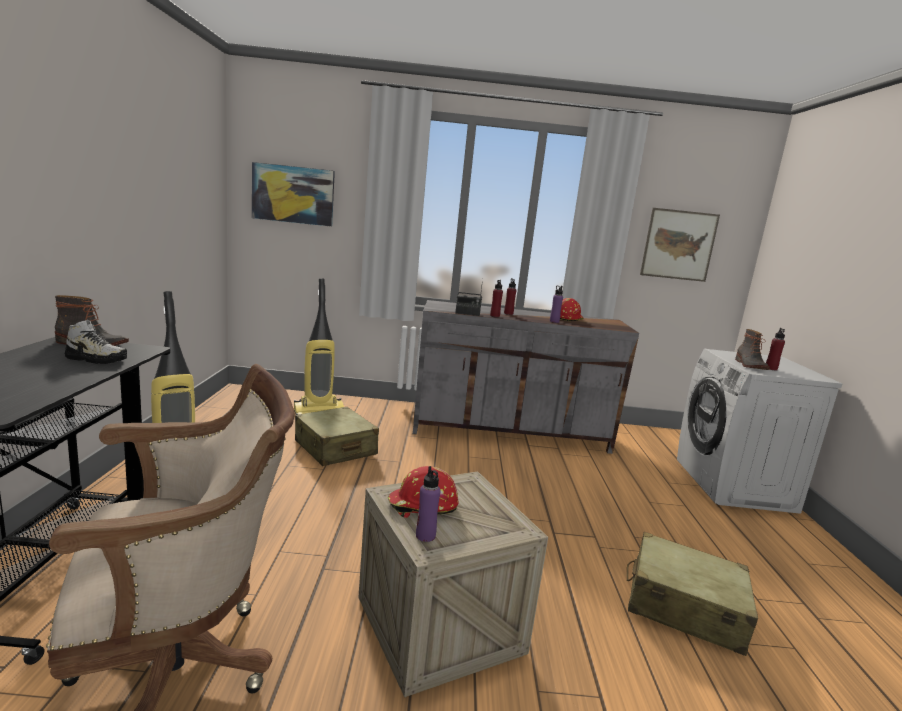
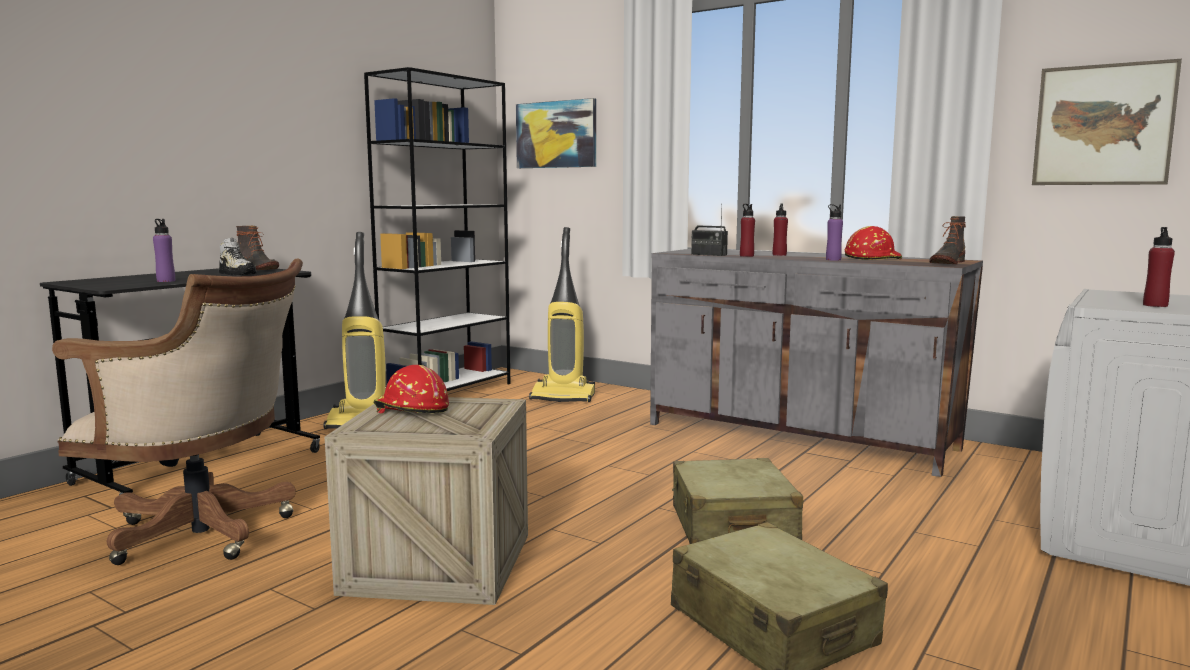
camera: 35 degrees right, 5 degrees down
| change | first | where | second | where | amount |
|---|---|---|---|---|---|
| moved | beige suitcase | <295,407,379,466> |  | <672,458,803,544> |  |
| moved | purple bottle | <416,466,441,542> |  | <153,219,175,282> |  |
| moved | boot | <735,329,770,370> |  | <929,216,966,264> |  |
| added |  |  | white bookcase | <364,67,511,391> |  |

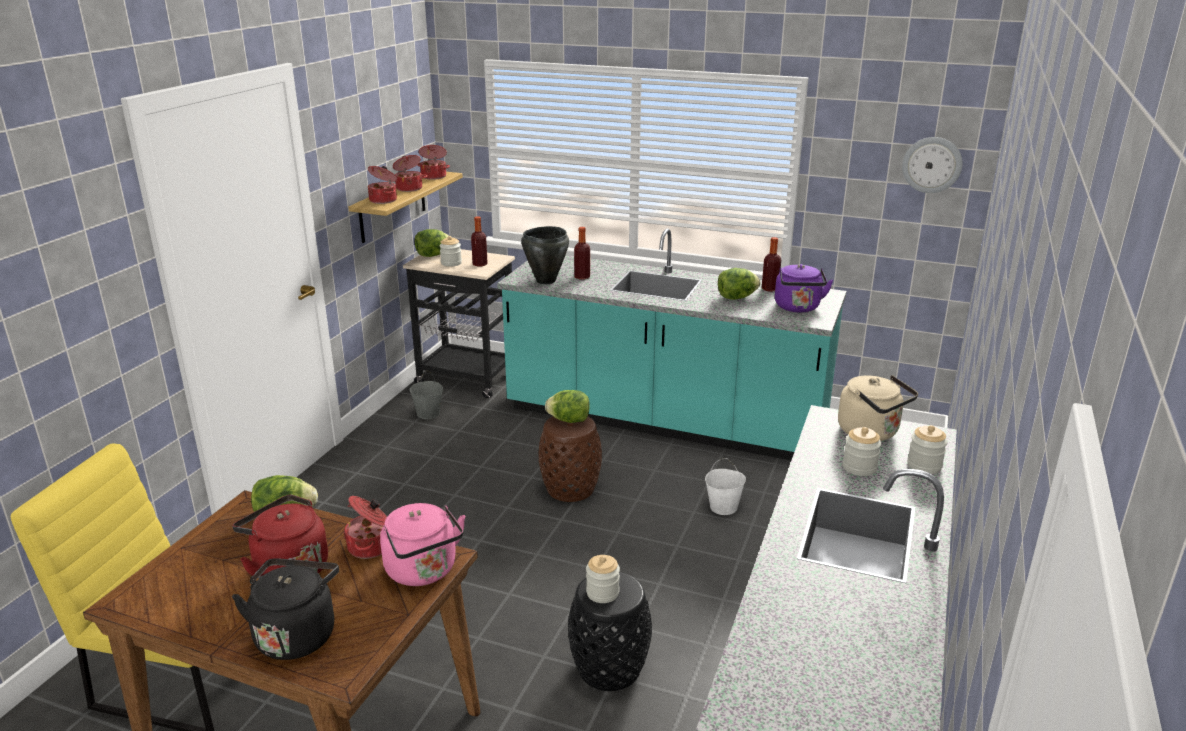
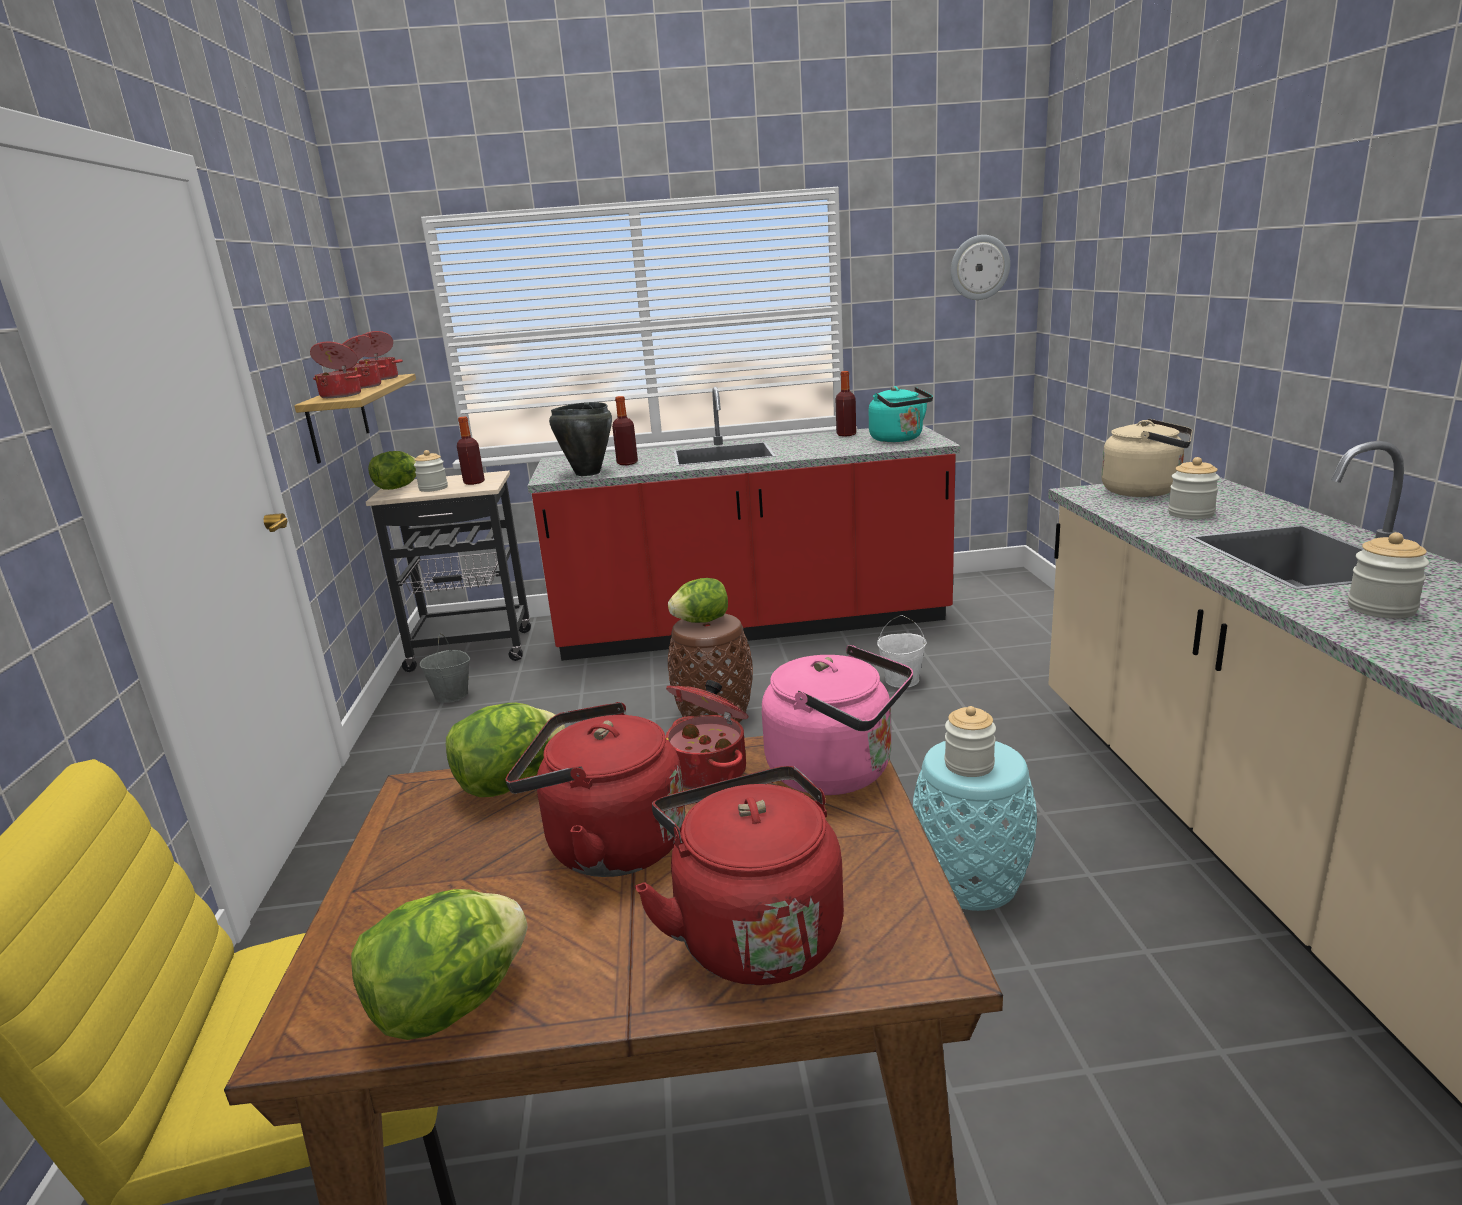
camera: 25 degrees left, 5 degrees down
| change | first | where | second | where | amount |
|---|---|---|---|---|---|
| recoloured | black kettle | <232,558,339,660> | red kettle | <635,766,844,985> |  |
| recoloured | turquoise counter | <497,228,847,460> | red counter | <528,386,960,661> |  |
| recoloured | black stool | <568,572,652,691> | turquoise stool | <913,741,1037,911> |  |
| moved | lettuce | <718,268,760,300> |  | <351,889,527,1040> |  |
| recoloured | purple kettle | <775,264,833,313> | turquoise kettle | <869,386,933,442> |  |
| moved | jar | <907,425,947,474> |  | <1348,532,1429,619> |  |

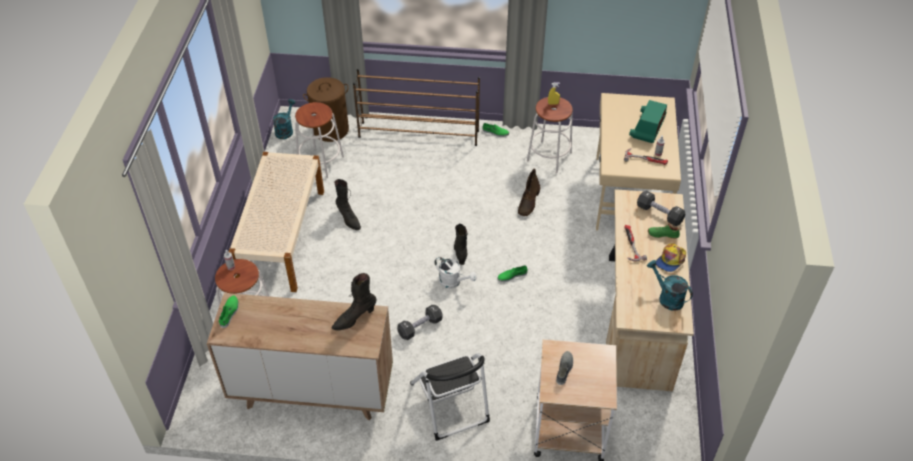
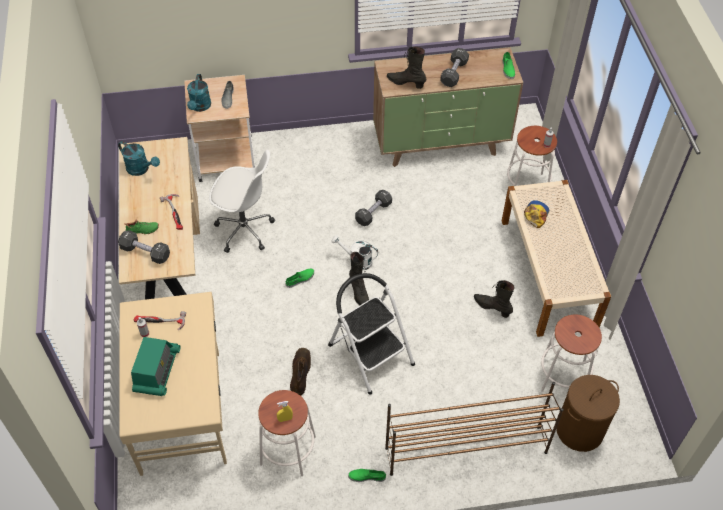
camera: 165 degrees right, 5 degrees up
| change | first | where | second | where | amount |
|---|---|---|---|---|---|
| moved | turquoise watering can | <273,99,296,139> |  | <187,74,211,112> |  |
| turned | black boot | <332,273,377,330> |  | <387,46,426,89> | 105 degrees counterclockwise |
| moved | step ladder | <410,353,490,441> |  | <328,273,415,394> |  |
| moved | cap | <656,244,686,272> |  | <524,200,549,228> |  |
| added |  |  | white office chair | <209,150,275,253> |  |
| added |  |  | black dumbbell | <440,48,469,87> |  |

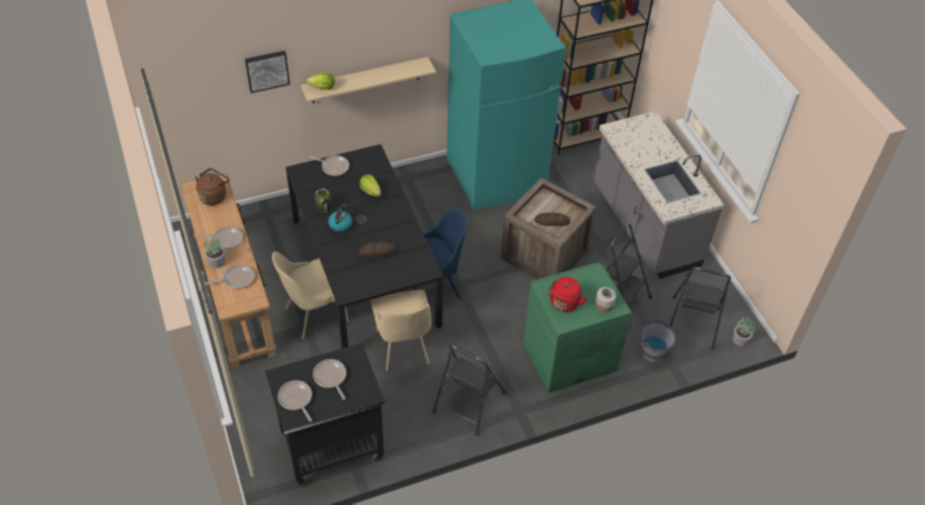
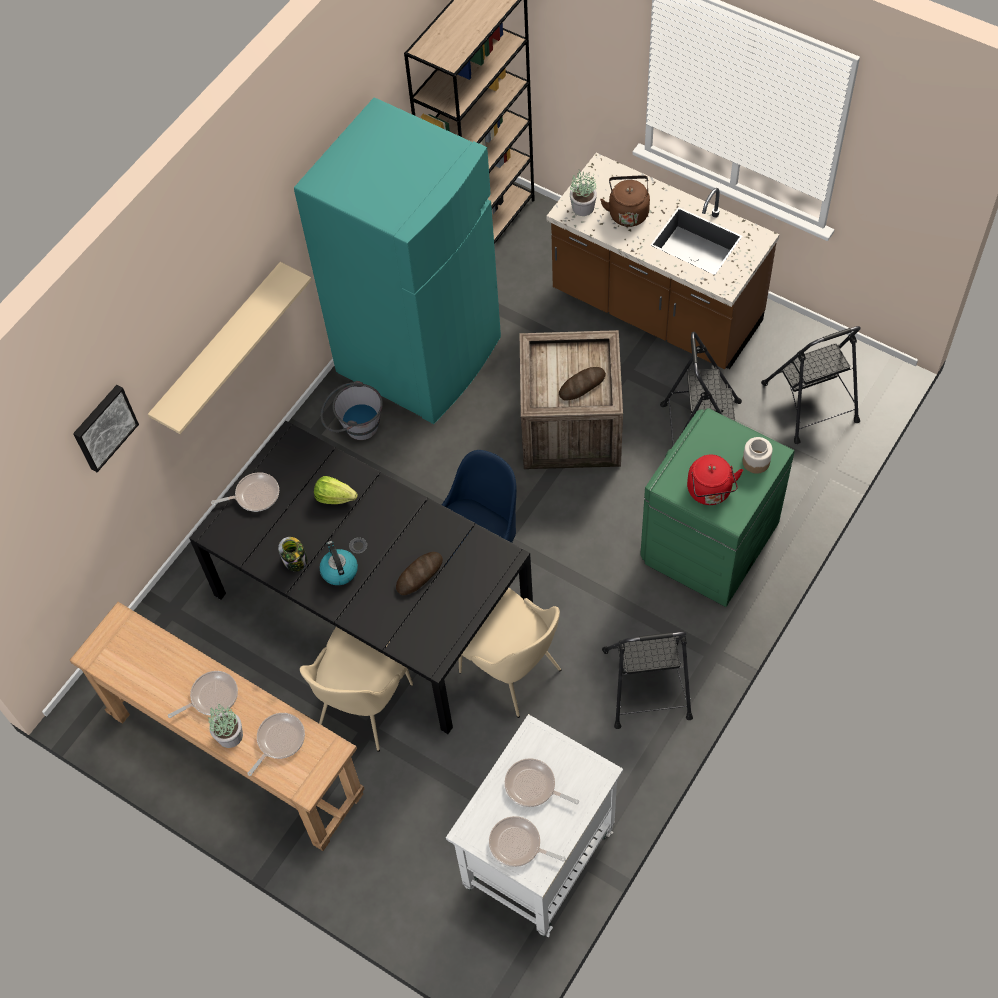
camera: 30 degrees left, 10 degrees up
| change | first | where | second | where | amount |
|---|---|---|---|---|---|
| moved | brown kettle | <195,168,230,205> |  | <600,175,650,227> |  |
| recoloured | black cart | <265,343,385,487> | white cart | <446,714,623,937> |  |
| removed | lettuce | <307,73,335,90> |  |  |  |
| recoloured | grey counter | <594,111,724,279> | brown counter | <546,153,779,369> |  |
| moved | grey bucket | <629,319,676,362> |  | <320,381,383,440> |  |
| moved | potted plant | <733,317,756,347> |  | <570,169,597,216> |  |

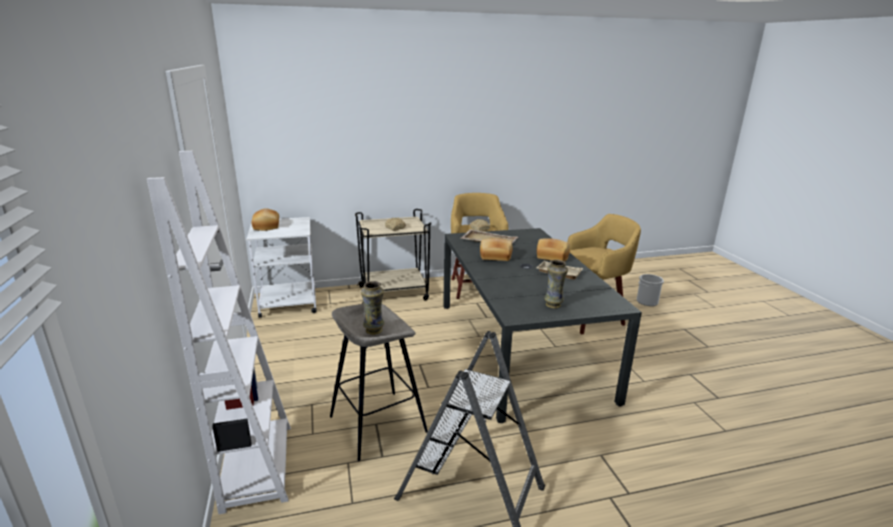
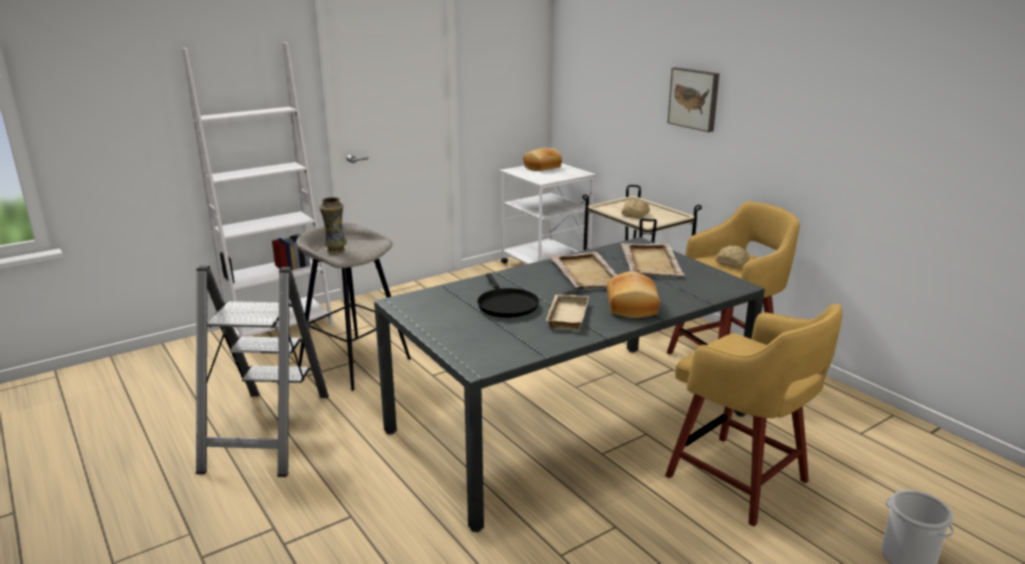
camera: 70 degrees right, 0 degrees up
| change | first | where | second | where | amount |
|---|---|---|---|---|---|
| replaced | bread | <480,238,512,261> | beige tray | <550,252,617,289> |  |
| removed | vase | <544,260,568,308> |  |  |  |
| added |  |  | black frying pan | <477,273,539,318> |  |
| added |  |  | picture | <667,67,719,132> |  |

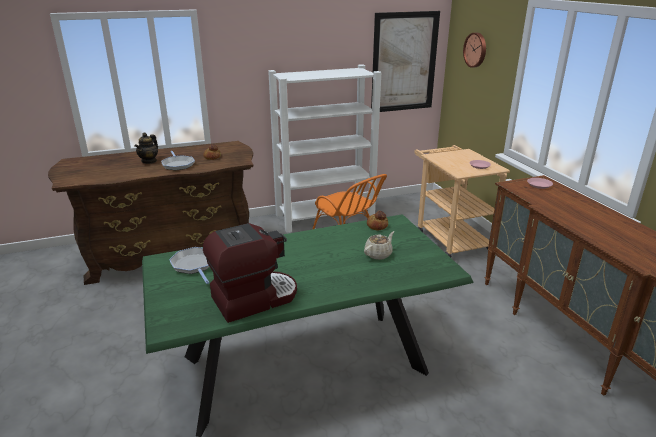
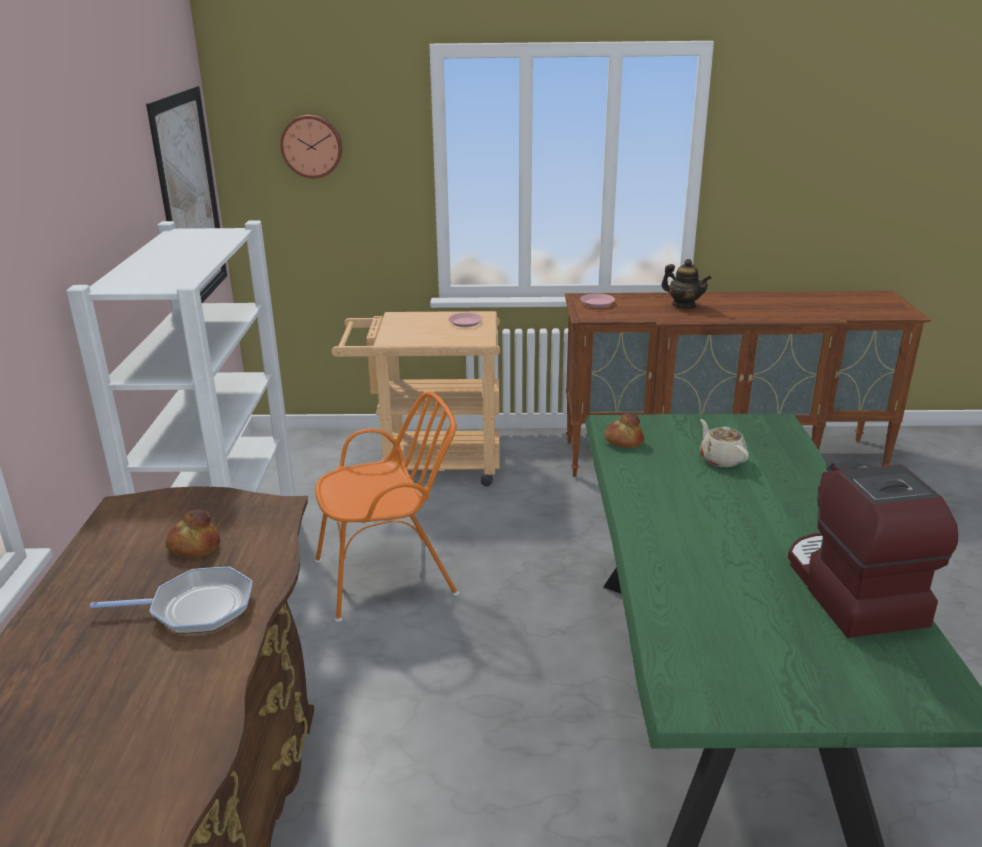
camera: 70 degrees left, 0 degrees up
| change | first | where | second | where | amount |
|---|---|---|---|---|---|
| moved | teapot | <134,132,158,164> |  | <661,259,711,309> |  |
| removed | frying pan | <169,247,210,284> |  |  |  |

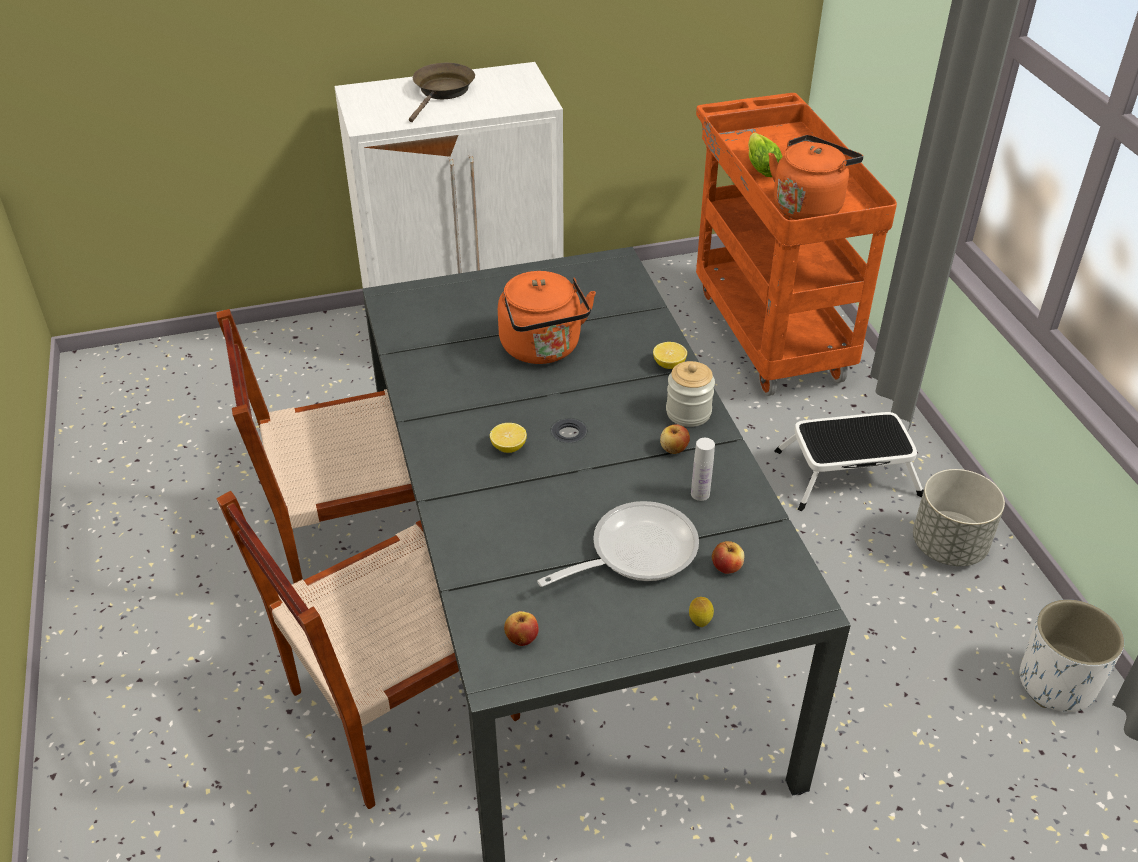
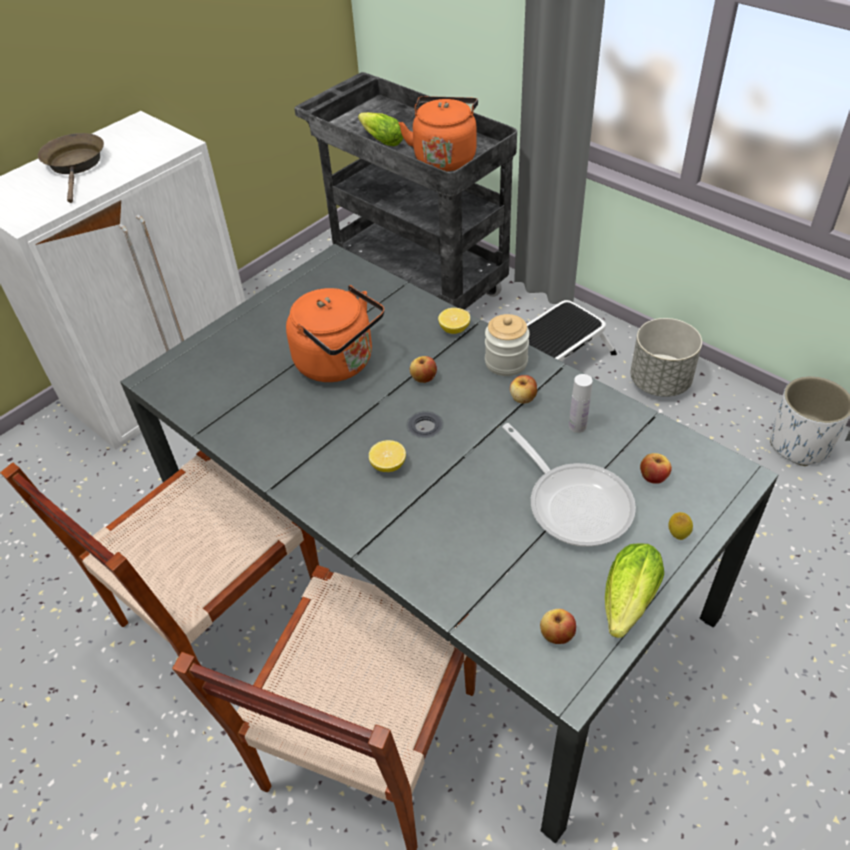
camera: 30 degrees left, 5 degrees up
| change | first | where | second | where | amount |
|---|---|---|---|---|---|
| turned | frying pan | <537,501,699,587> |  | <502,423,636,547> | 120 degrees clockwise |
| recoloured | orange cart | <696,93,897,396> | black cart | <294,72,517,310> |  |
| added |  |  | apple | <410,356,437,383> |  |
| added |  |  | lettuce | <605,544,664,638> |  |

